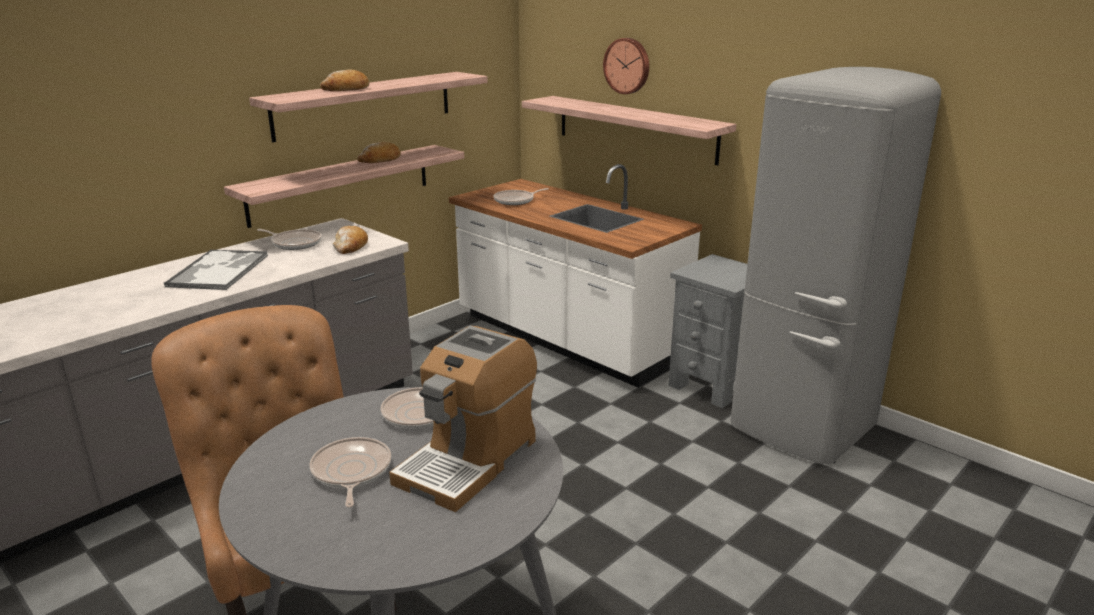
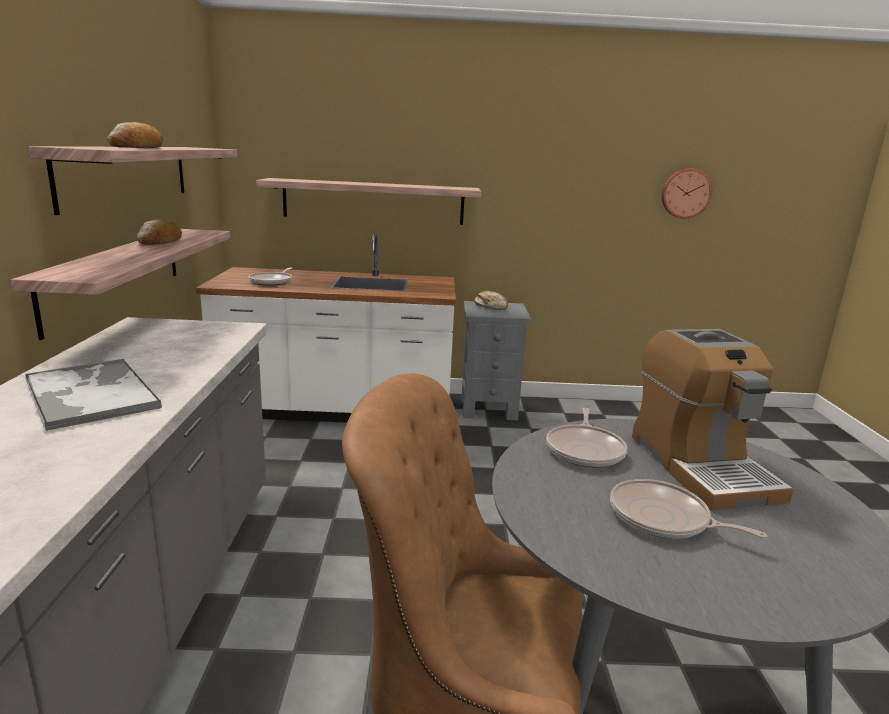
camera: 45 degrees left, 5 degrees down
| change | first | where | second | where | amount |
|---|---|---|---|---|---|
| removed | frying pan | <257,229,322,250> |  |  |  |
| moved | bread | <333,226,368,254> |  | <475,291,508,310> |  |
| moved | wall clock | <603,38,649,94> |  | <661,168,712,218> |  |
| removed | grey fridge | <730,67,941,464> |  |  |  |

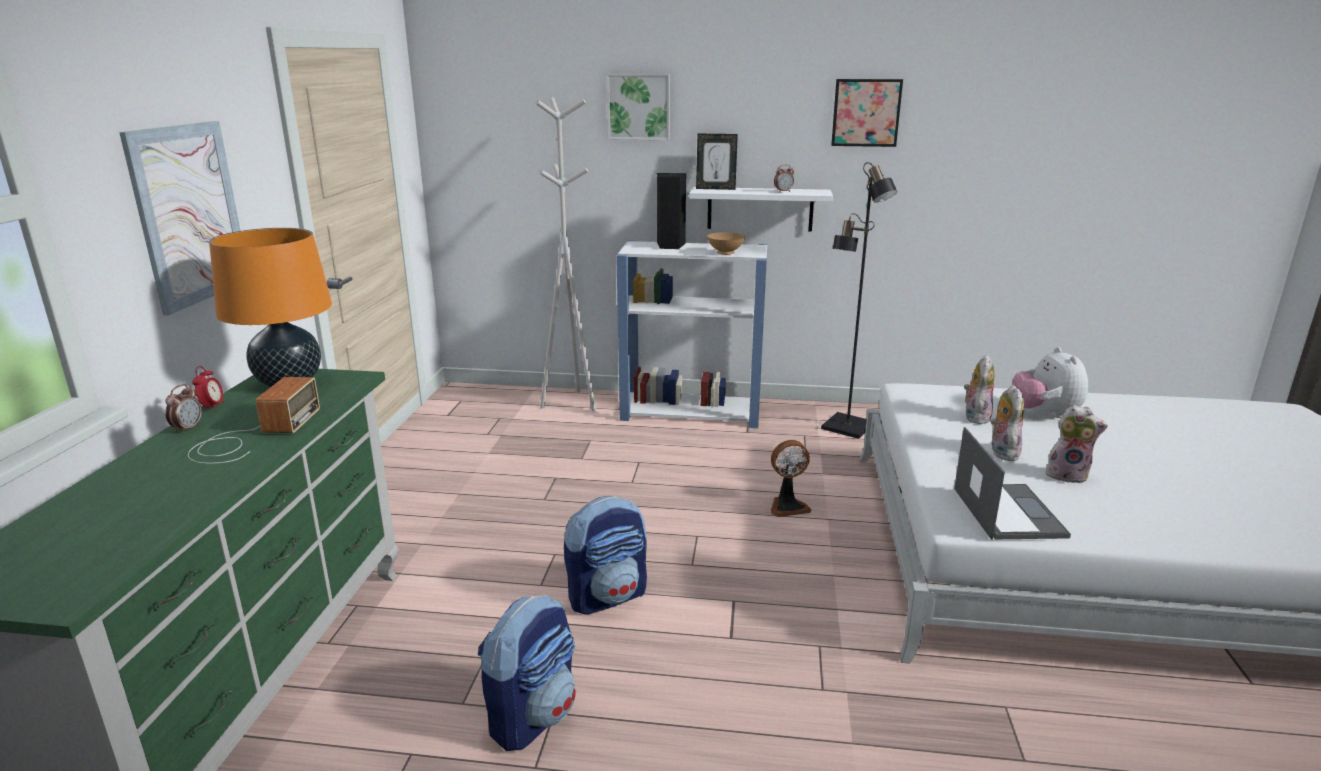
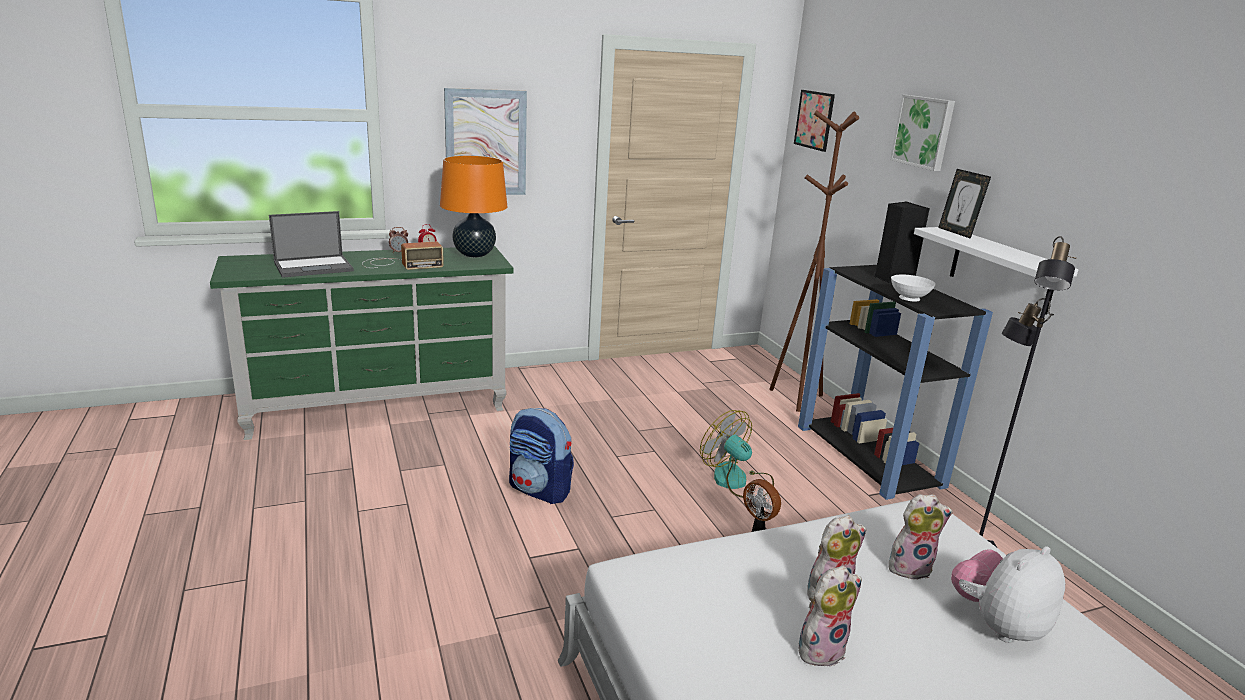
camera: 60 degrees right, 0 degrees up
| change | first | where | second | where | amount |
|---|---|---|---|---|---|
| removed | backpack | <478,595,576,751> |  |  |  |
| recoloured | grey clothes rack | <535,97,596,411> | brown clothes rack | <769,110,859,412> |  |
| recoloured | white bookcase | <616,240,768,428> | black bookcase | <798,265,993,500> |  |
| recoloured | brown bowl | <707,232,745,255> | white bowl | <891,275,936,301> |  |
| removed | alarm clock | <774,164,794,192> |  |  |  |
| moved | picture | <831,79,903,147> |  | <794,90,835,152> |  |
| moved | laptop | <954,427,1071,540> |  | <269,211,354,278> |  |
| turned | plush toy | <1046,405,1108,483> |  | <799,566,862,667> | 105 degrees counterclockwise |
| added |  |  | fan | <700,410,774,498> |  |

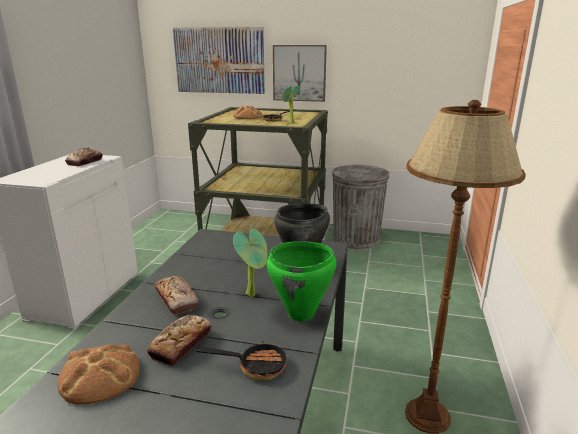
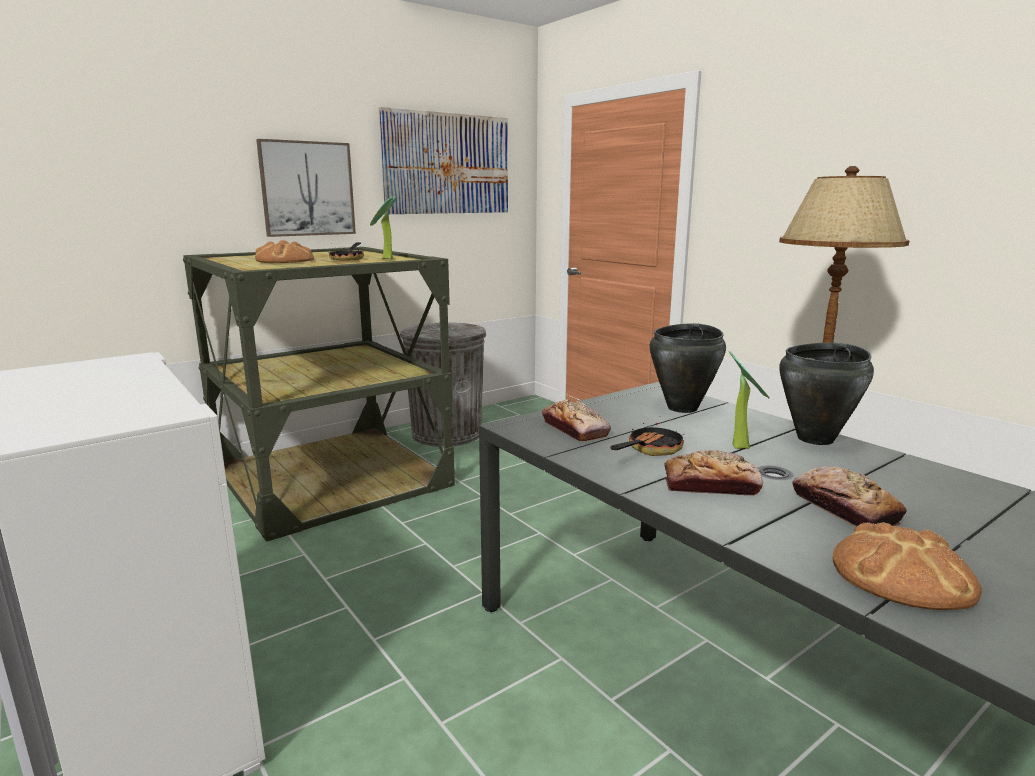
camera: 50 degrees left, 5 degrees down
| change | first | where | second | where | amount |
|---|---|---|---|---|---|
| moved | bread | <65,148,103,166> |  | <542,399,611,442> |  |
| moved | picture | <173,27,265,94> |  | <379,107,508,214> |  |
| moved | frying pan | <196,342,287,380> |  | <610,423,684,456> |  |
| recoloured | green cooking pot | <267,241,337,322> | black cooking pot | <779,343,874,445> |  |

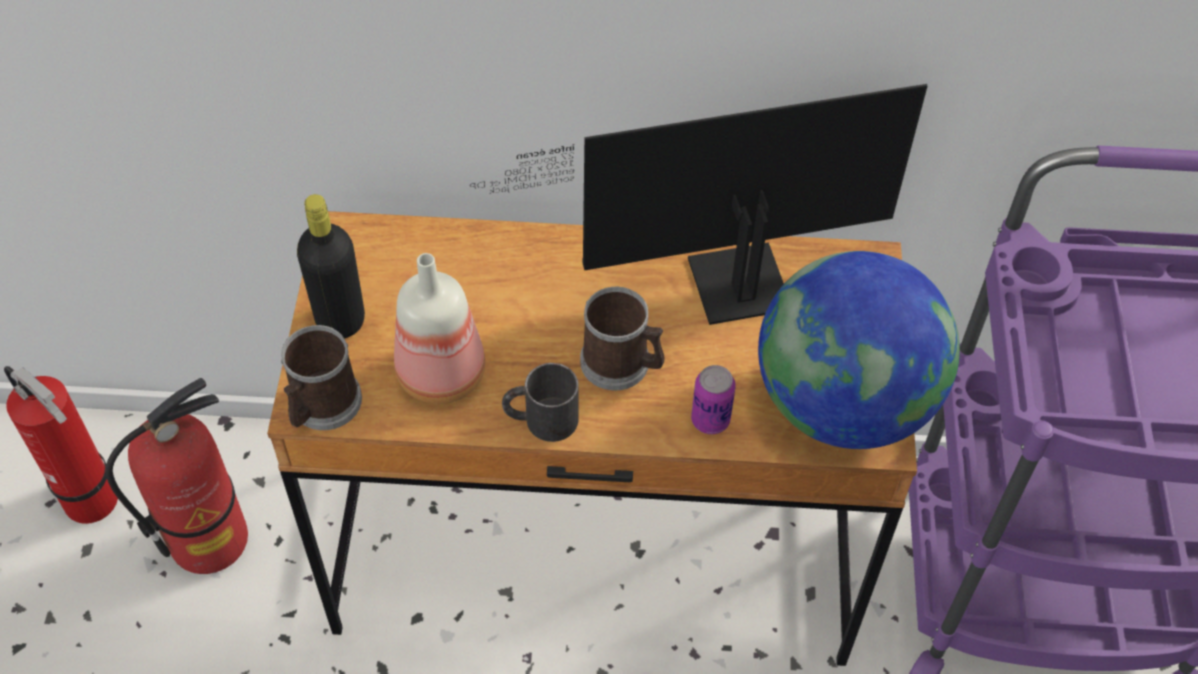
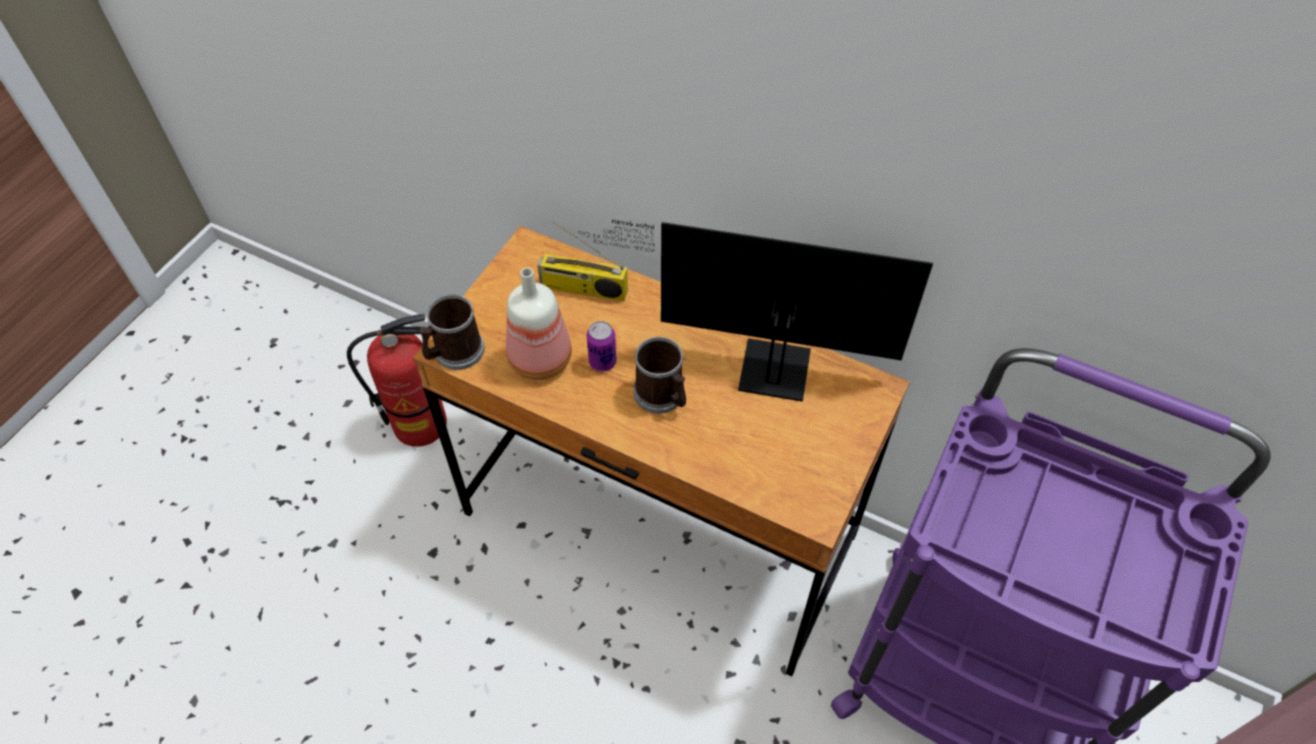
camera: 25 degrees right, 0 degrees up
| change | first | where | second | where | amount |
|---|---|---|---|---|---|
| removed | fire extinguisher | <4,366,118,524> |  |  |  |
| removed | black bottle | <297,194,365,339> |  |  |  |
| removed | black mug | <502,363,579,442> |  |  |  |
| moved | can | <691,365,736,434> |  | <586,321,617,372> |  |
| removed | globe | <758,251,960,449> |  |  |  |
| added |  |  | radio | <537,221,628,302> |  |

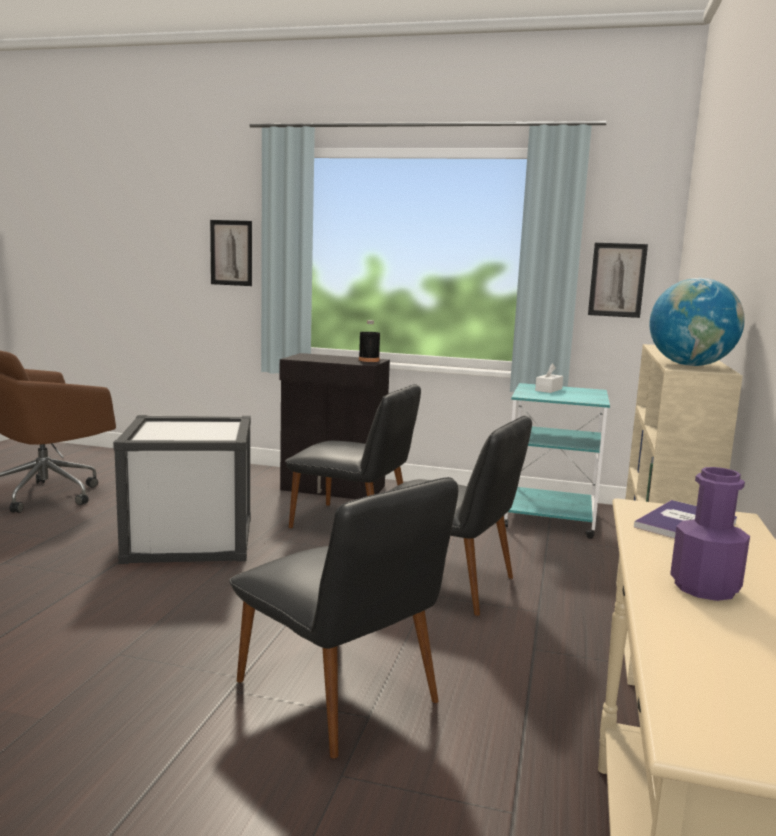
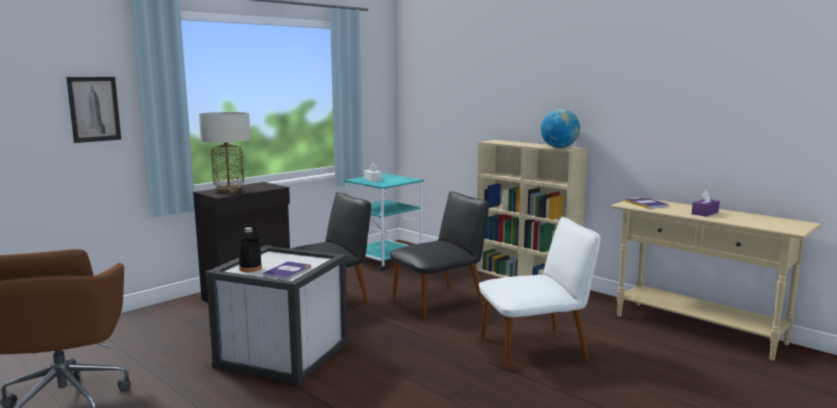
camera: 60 degrees left, 0 degrees up
| change | first | where | second | where | amount |
|---|---|---|---|---|---|
| recoloured | black chair | <229,477,458,759> | white chair | <479,217,600,369> |  |
| moved | black bottle | <359,320,380,362> |  | <238,227,262,272> |  |
| removed | picture | <588,243,648,318> |  |  |  |
| replaced | purple bottle | <670,467,750,601> | purple tissue box | <692,190,720,217> |  |
| added |  |  | table lamp | <199,112,251,194> |  |
| added |  |  | book | <262,261,311,279> |  |

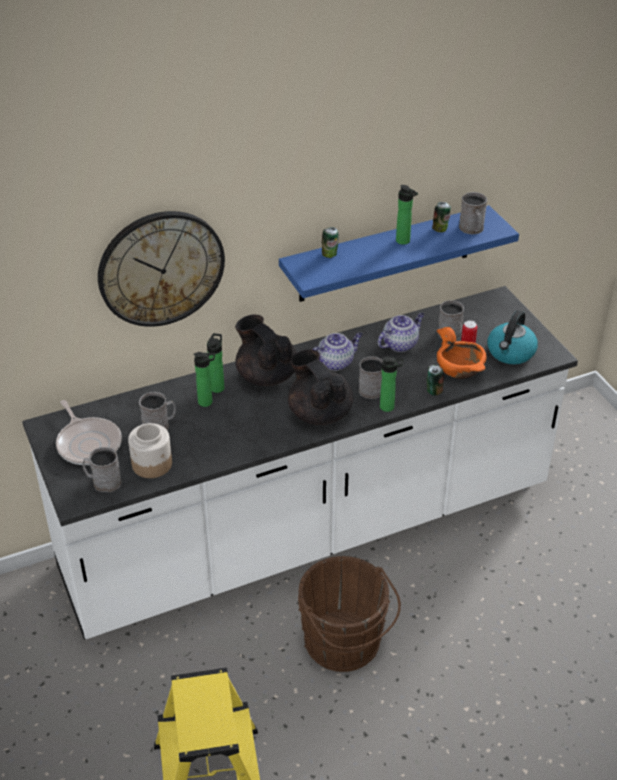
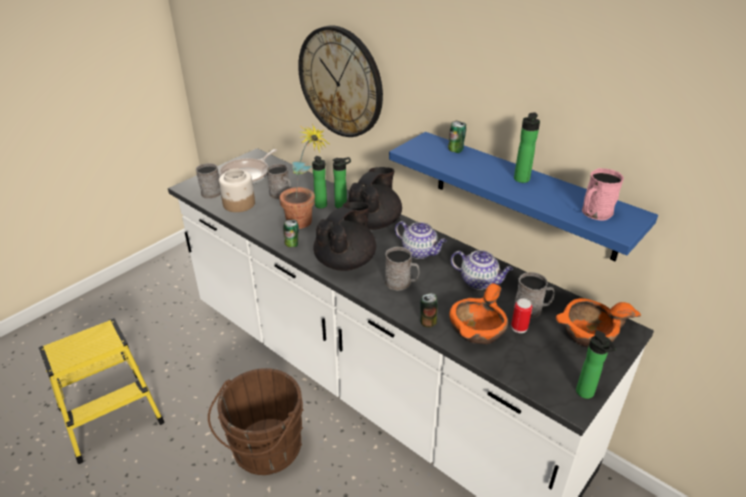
camera: 65 degrees right, 5 degrees down
| change | first | where | second | where | amount |
|---|---|---|---|---|---|
| moved | bottle | <380,356,403,412> |  | <576,330,616,399> |  |
| moved | can | <432,202,451,232> |  | <283,220,299,247> |  |
| recoloured | grey mug | <459,192,487,234> | pink mug | <582,168,624,221> |  |
| removed | kettle | <488,310,538,364> |  |  |  |
| added |  |  | potted plant | <279,124,329,229> |  |
| added |  |  | orange bowl | <556,298,641,347> |  |

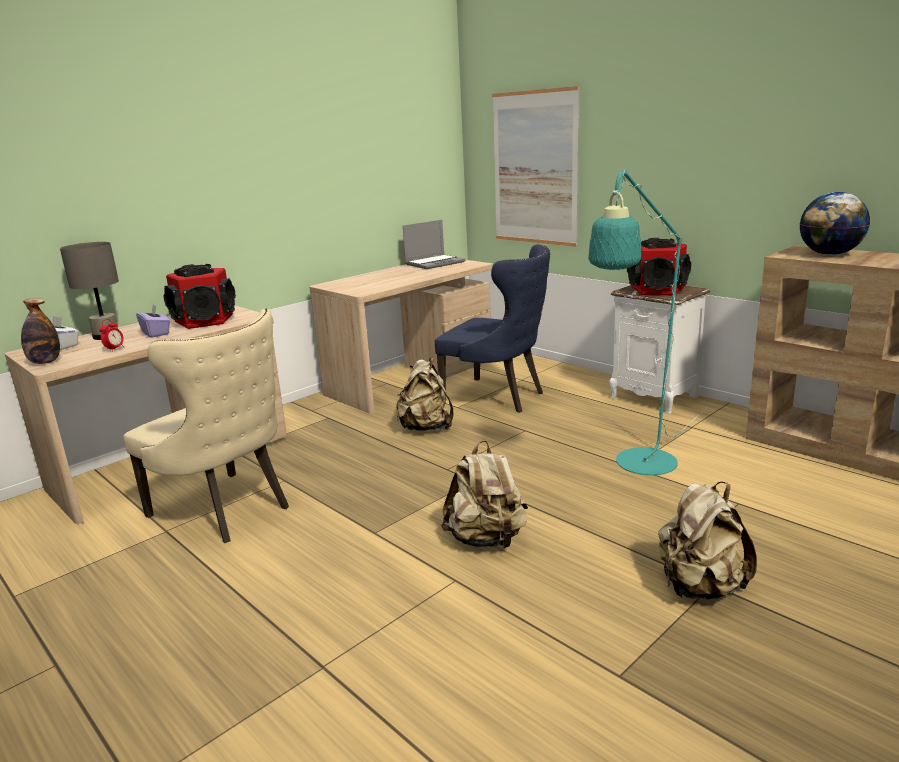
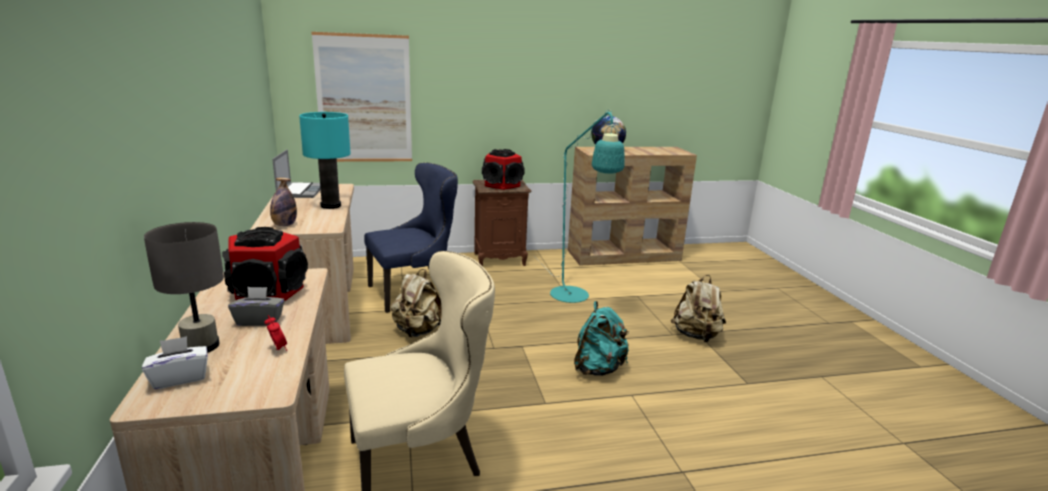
camera: 60 degrees left, 0 degrees up
| change | first | where | second | where | amount |
|---|---|---|---|---|---|
| moved | bottle | <21,298,60,364> |  | <270,178,297,226> |  |
| recoloured | purple tissue box | <136,305,170,338> | grey tissue box | <228,287,285,326> |  |
| recoloured | beige backpack | <441,440,528,548> | turquoise backpack | <574,301,629,376> |  |
| recoloured | white nightstand | <609,285,710,414> | brown nightstand | <472,180,532,266> |  |
| added |  |  | turquoise table lamp | <299,112,351,209> |  |

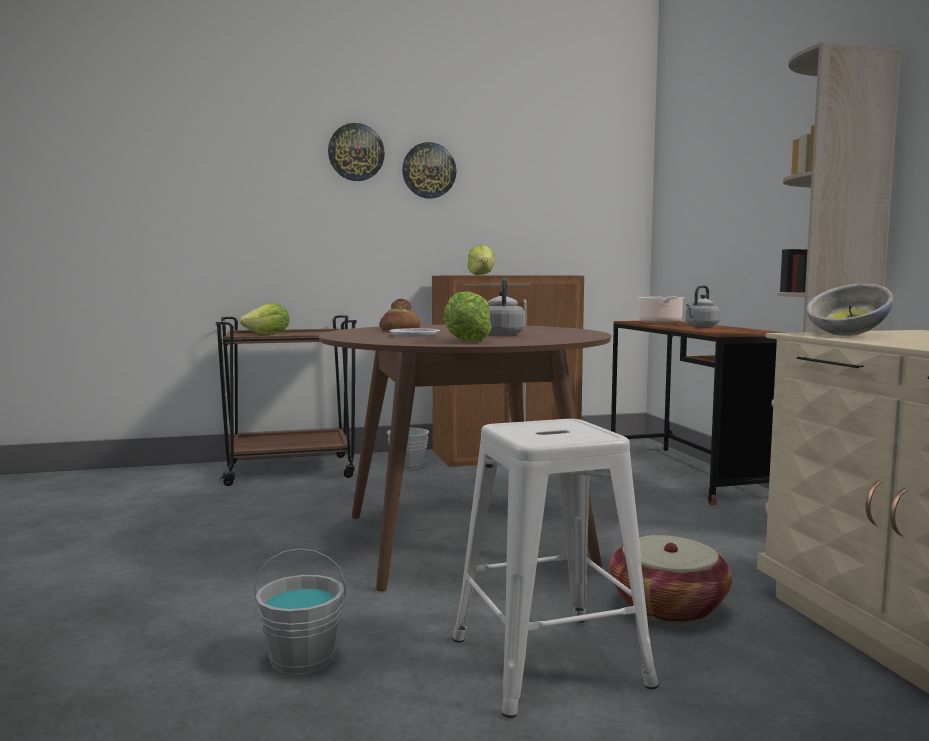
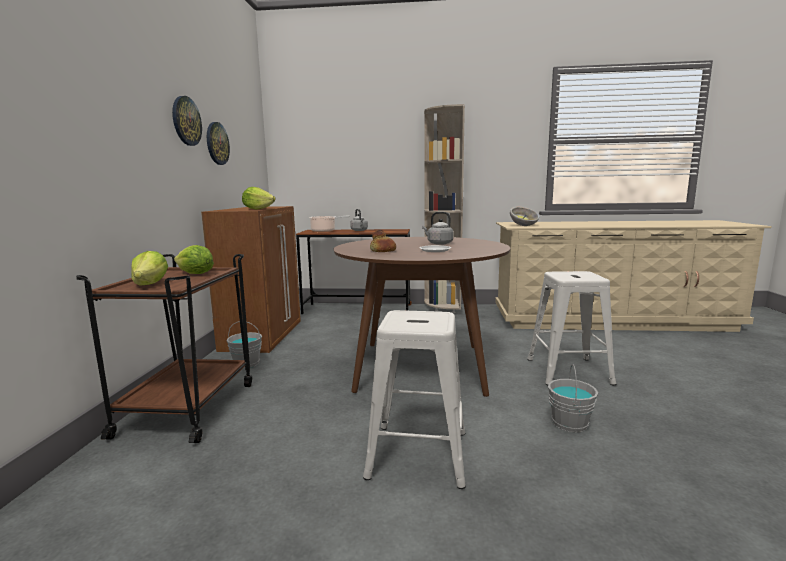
camera: 70 degrees left, 5 degrees up
| change | first | where | second | where | amount |
|---|---|---|---|---|---|
| moved | wall clock | <328,123,385,181> |  | <207,122,230,165> |  |
| moved | lettuce | <443,291,492,341> |  | <174,245,214,274> |  |
| removed | basket | <609,535,733,623> |  |  |  |
| added |  |  | white stool | <363,310,466,489> |  |

